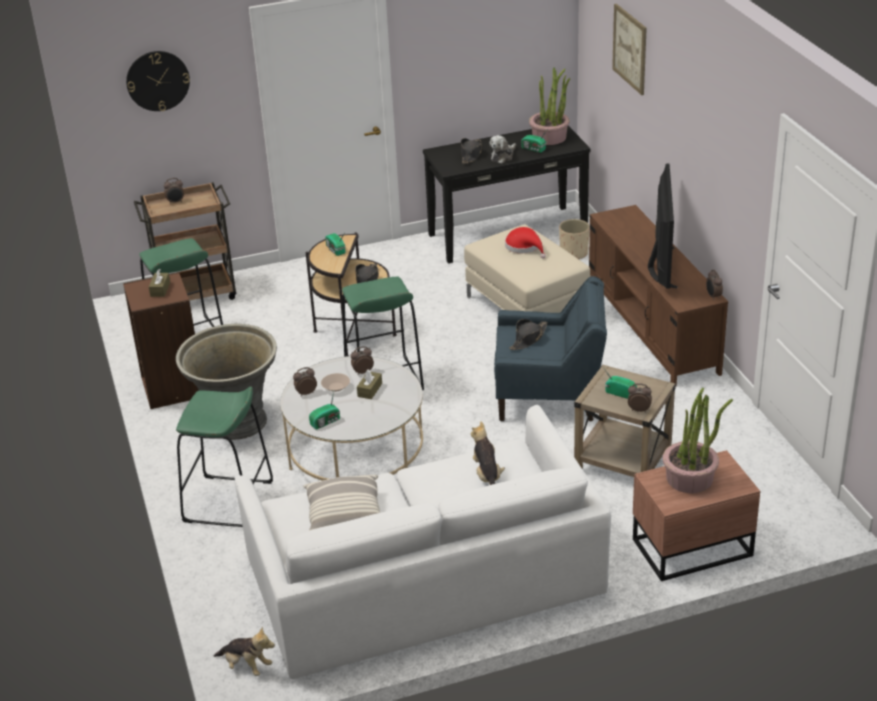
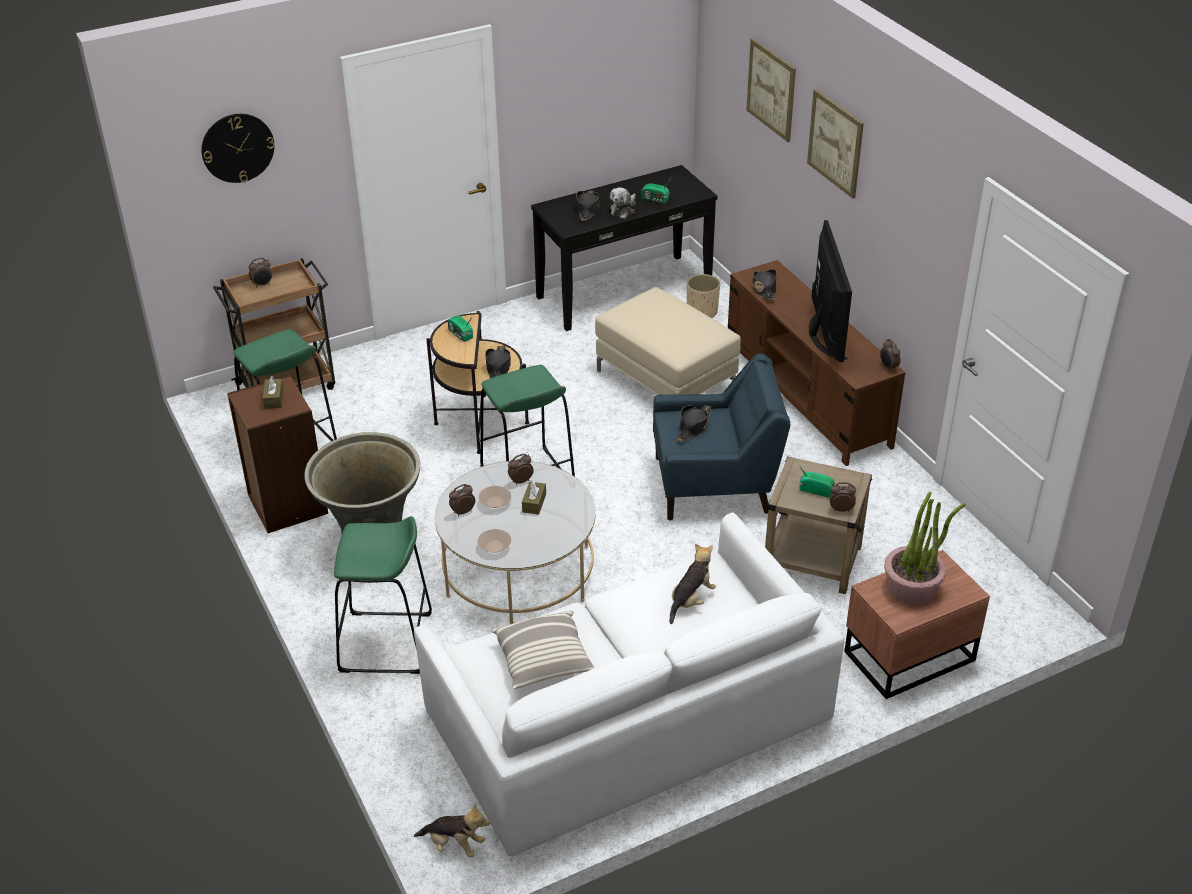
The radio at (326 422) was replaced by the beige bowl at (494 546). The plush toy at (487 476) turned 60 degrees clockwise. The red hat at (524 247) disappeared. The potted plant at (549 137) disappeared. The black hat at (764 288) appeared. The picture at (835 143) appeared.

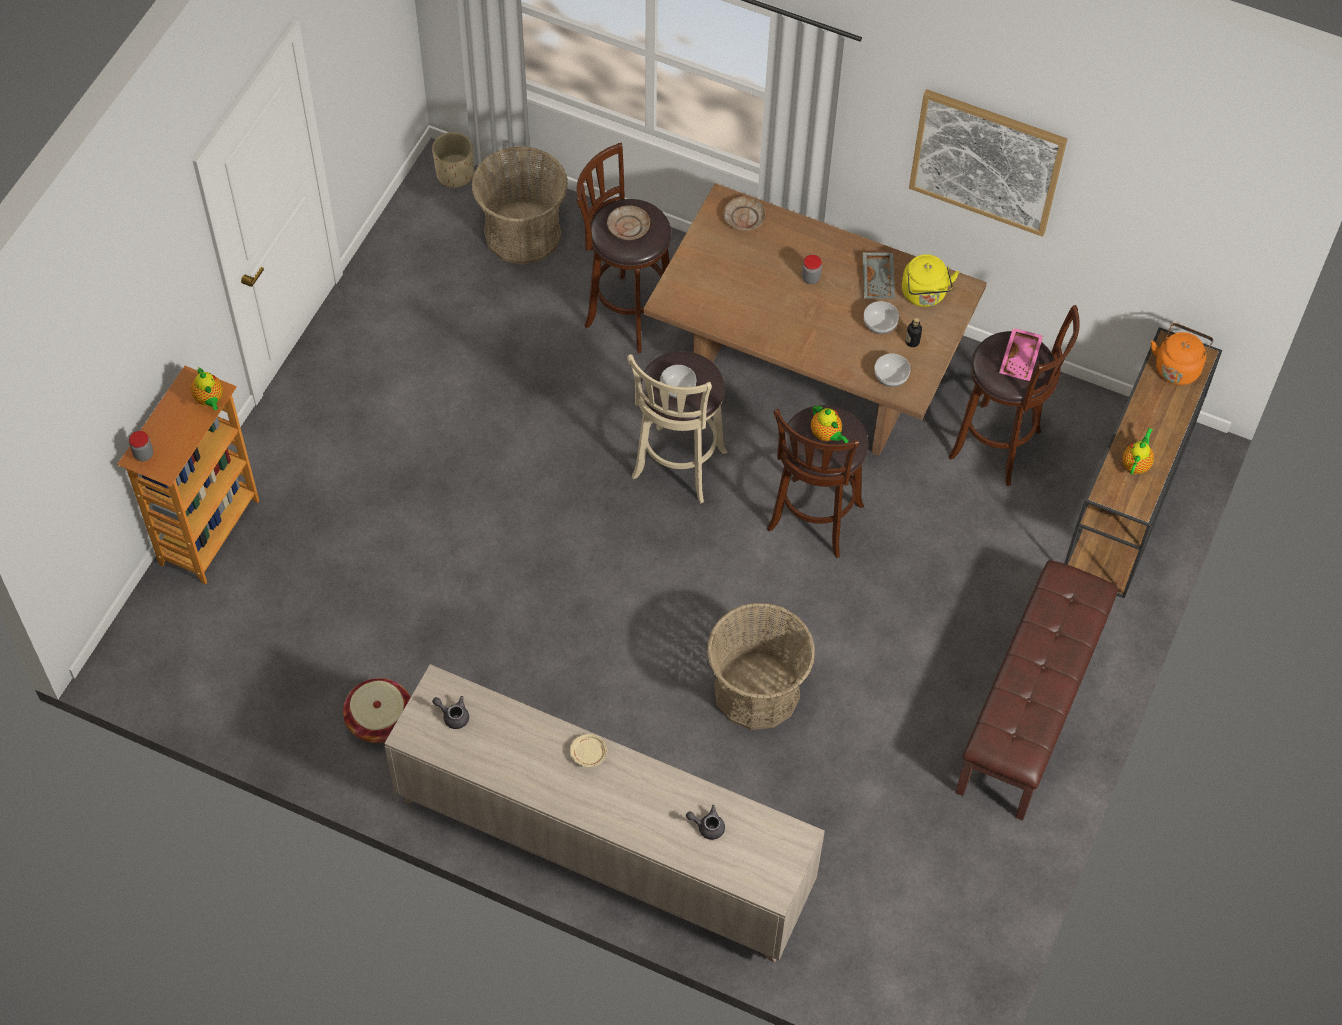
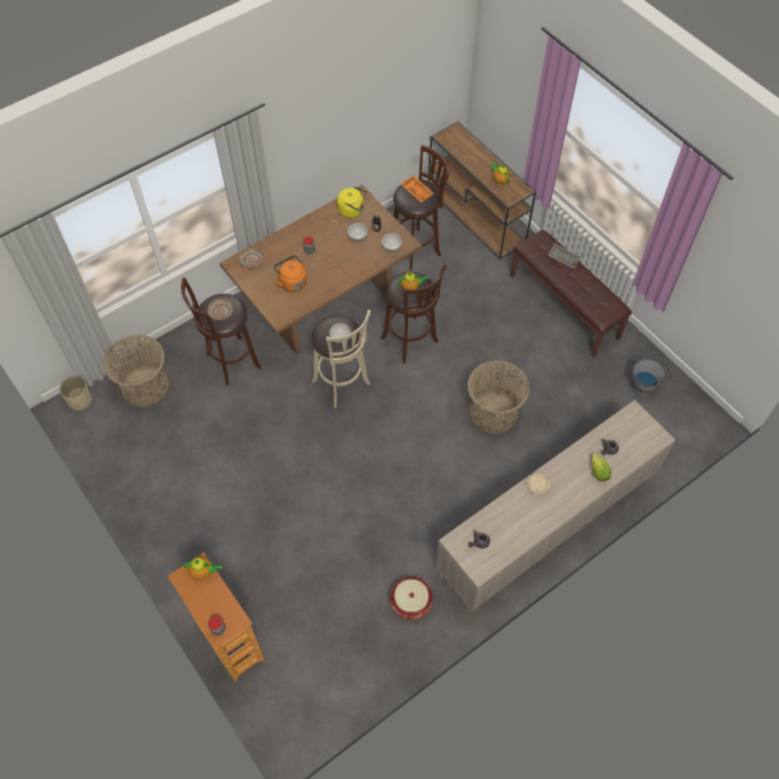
The grey tray moved from (879 280) to (563 258). The picture at (986 161) disappeared. The pink tray at (1021 359) became the orange tray at (417 191). The orange kettle moved from (1177 367) to (292 282). The lettuce at (598 472) appeared. The grey bucket at (645 383) appeared.

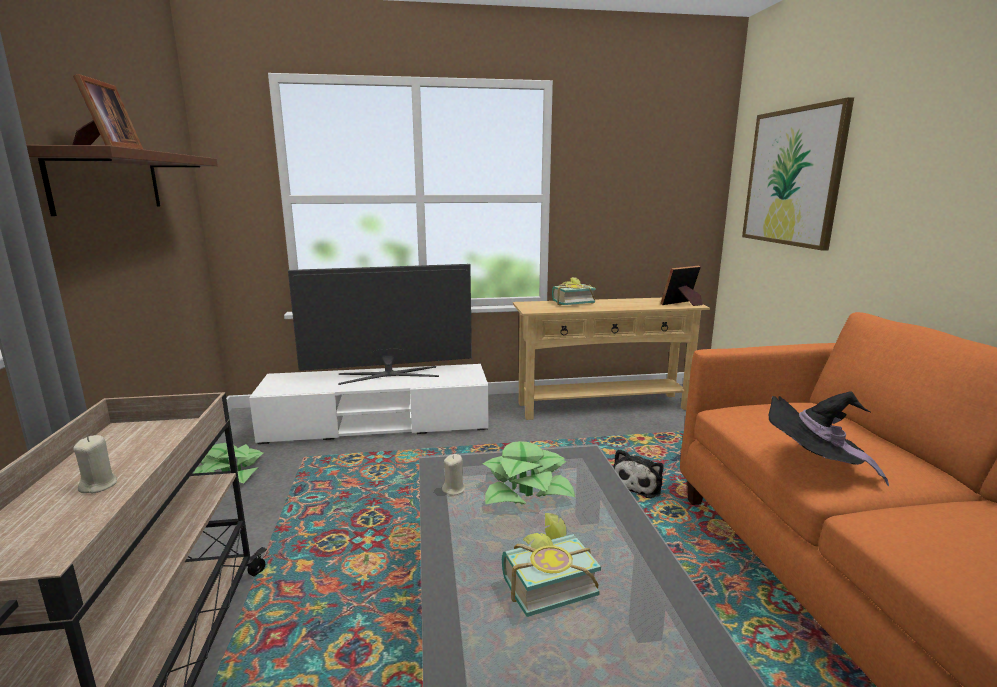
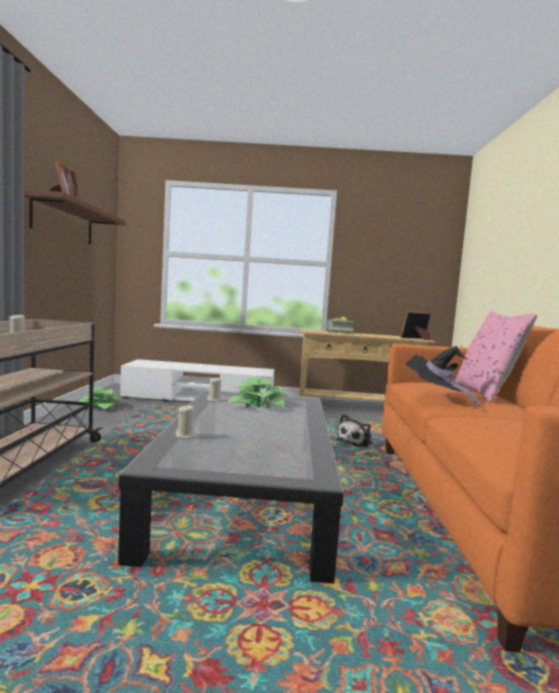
The television at (389 375) disappeared. The book at (545 582) disappeared. The picture at (792 177) disappeared. The beige candle at (185 436) appeared. The pink pillow at (485 392) appeared.

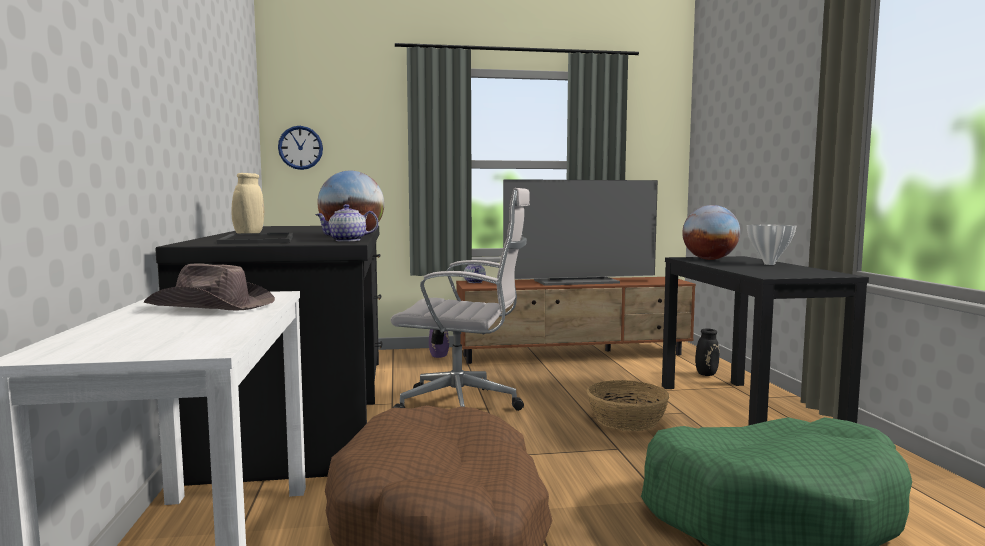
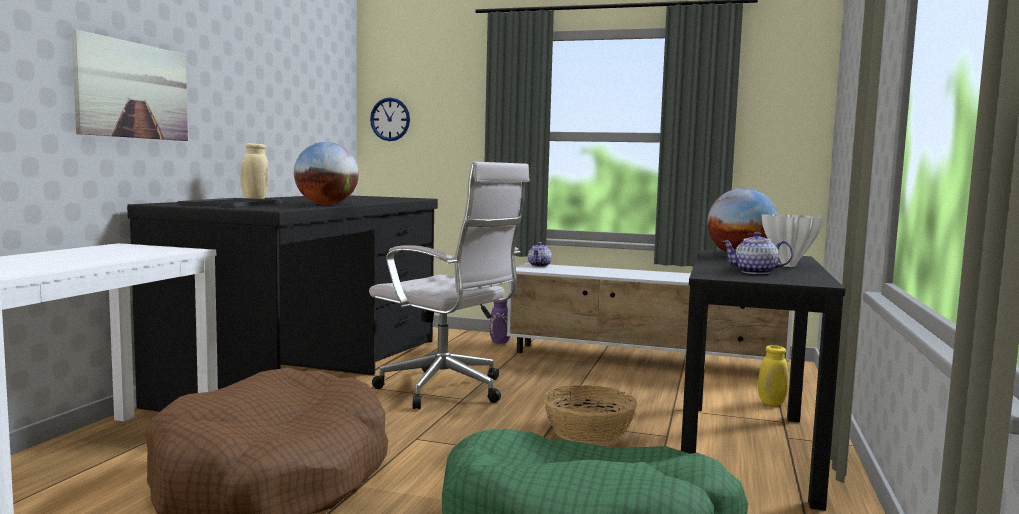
The brown hat at (212 306) disappeared. The teapot moved from (347 240) to (754 272). The brown tv stand at (574 355) became the white tv stand at (644 361). The television at (577 281) disappeared. The black vase at (706 374) became the yellow vase at (772 403). The picture at (133 90) appeared.

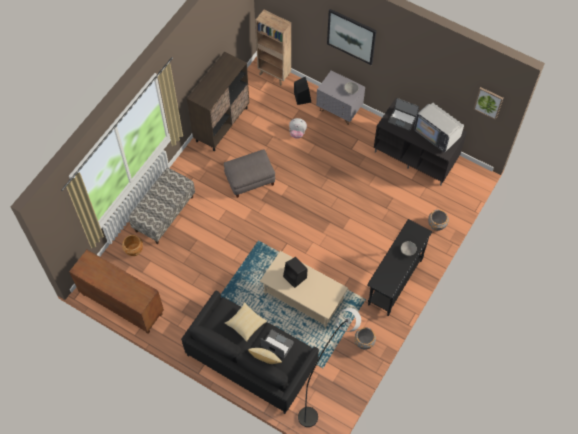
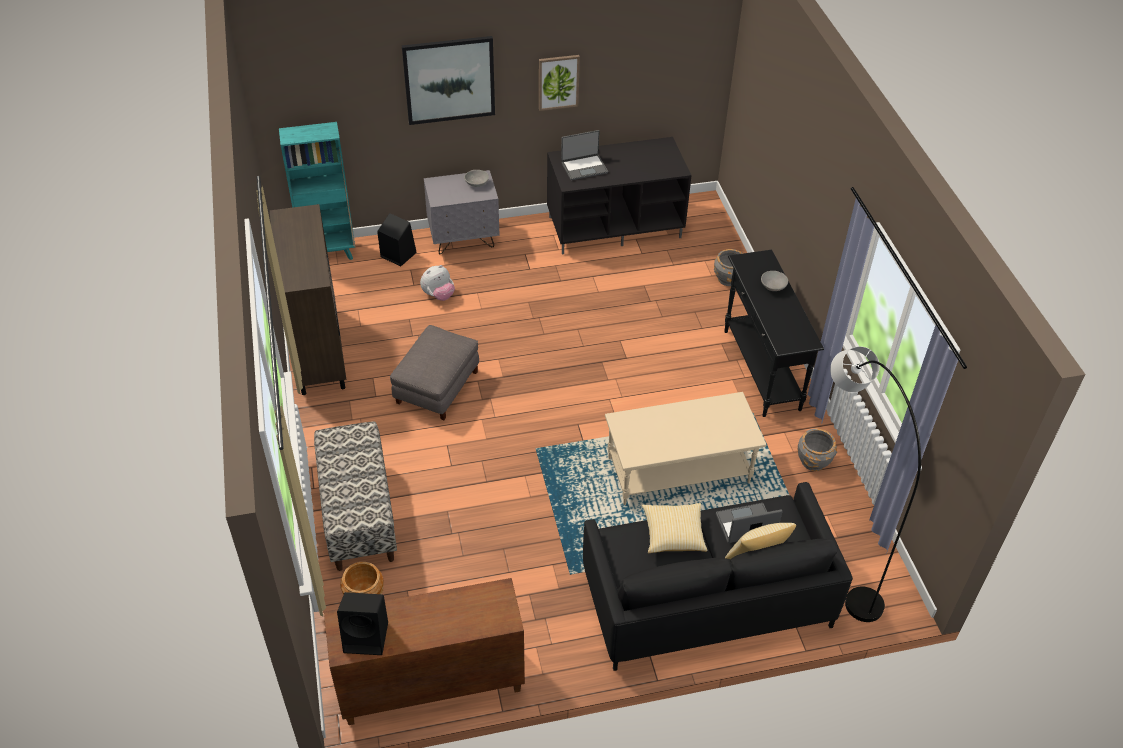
The brown bookcase at (274 75) became the turquoise bookcase at (329 253). The black speaker moved from (295 277) to (367 637). The television at (436 134) disappeared. The picture moved from (488 102) to (558 82).

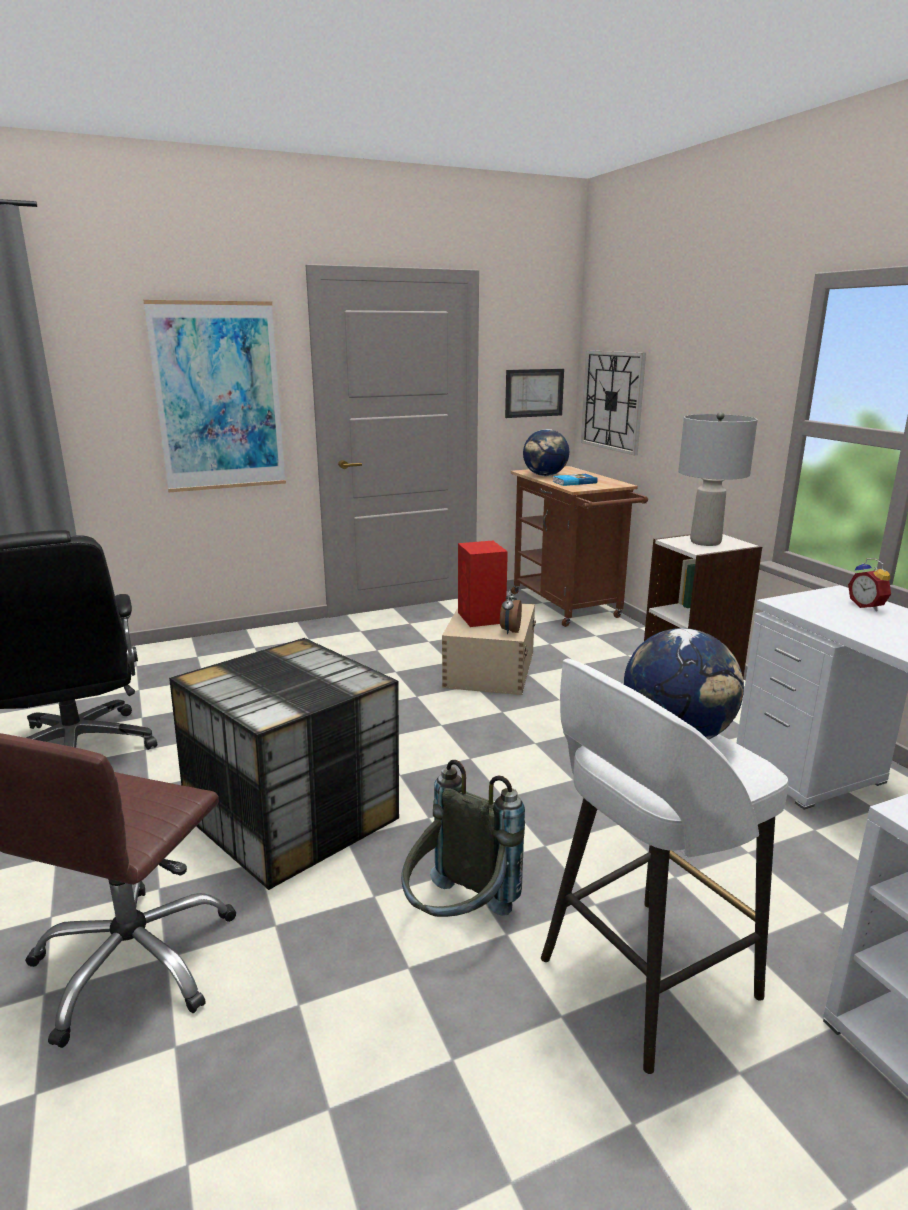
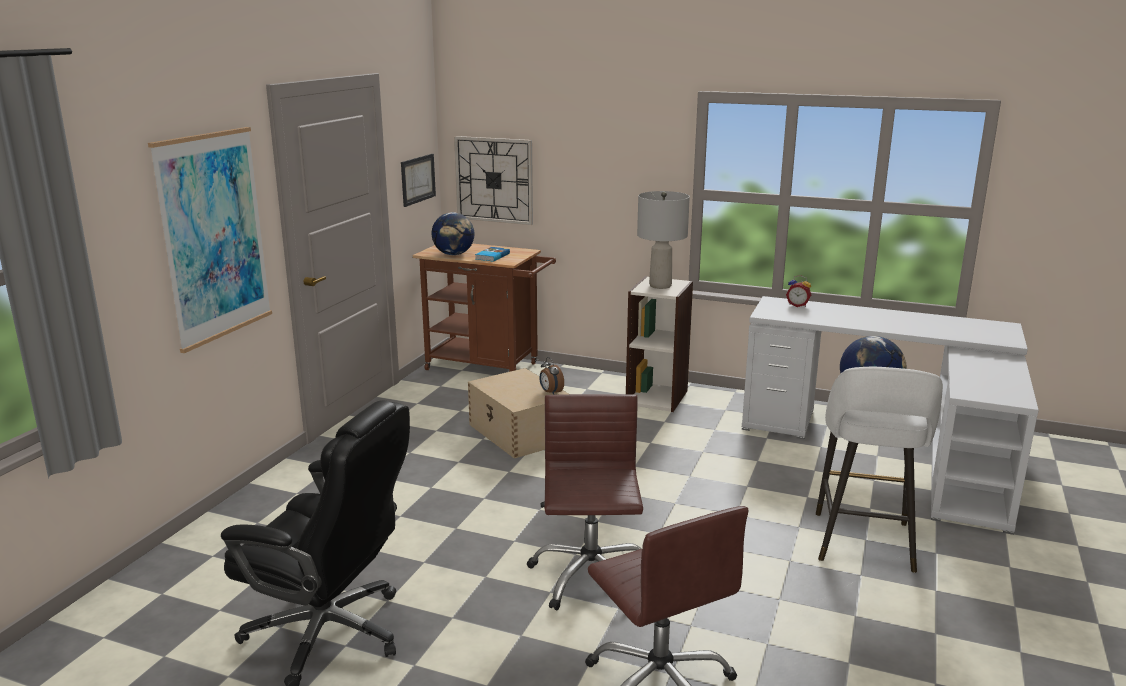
The storage box at (295 819) was replaced by the brown office chair at (590 576). The grey backpack at (457 918) disappeared. The red speaker at (481 618) disappeared.

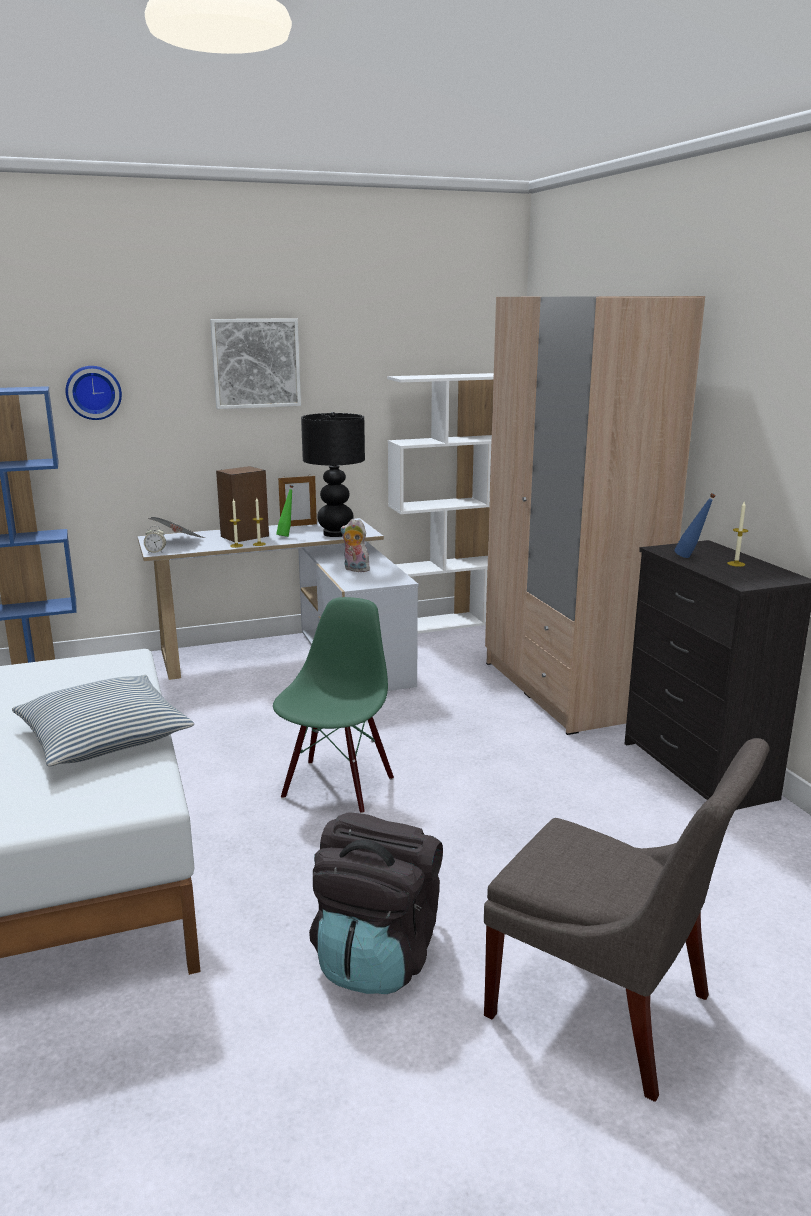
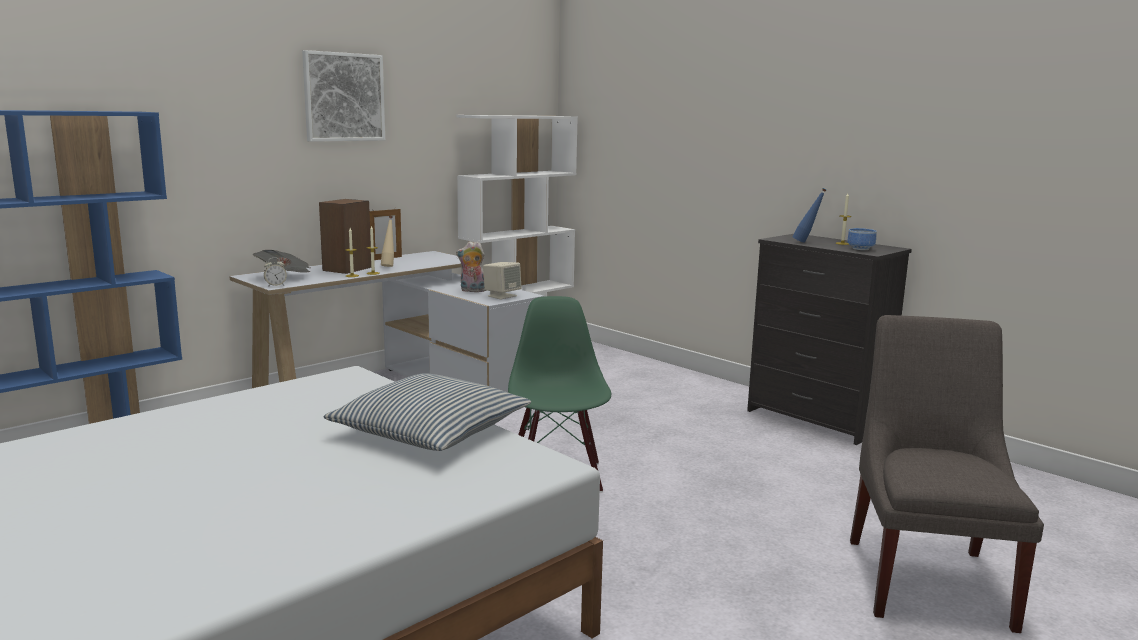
The wall clock at (93 392) disappeared. The green bottle at (286 536) became the beige bottle at (389 266). The black table lamp at (335 533) disappeared. The black backpack at (377 956) disappeared. The grey chair at (607 1011) turned 90 degrees counterclockwise. The beige wardrobe at (566 689) disappeared. The beige speaker at (502 296) appeared. The bowl at (862 249) appeared.

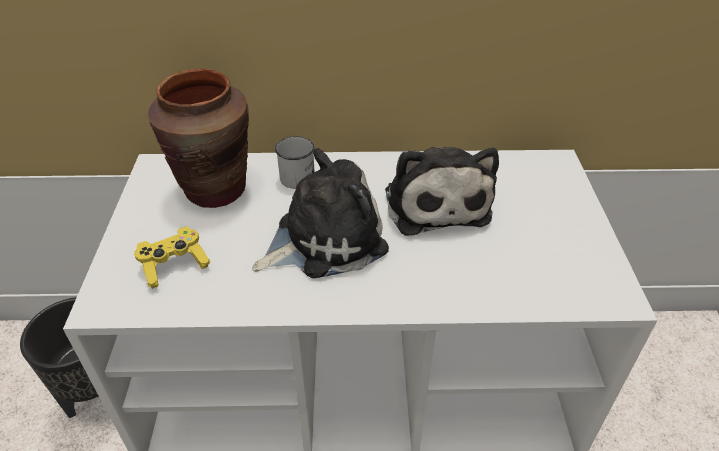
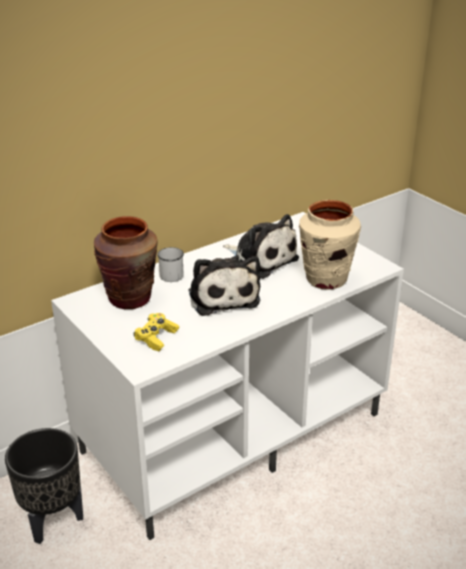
The plush toy at (324 239) turned 135 degrees clockwise. The beige vase at (325 279) appeared.

